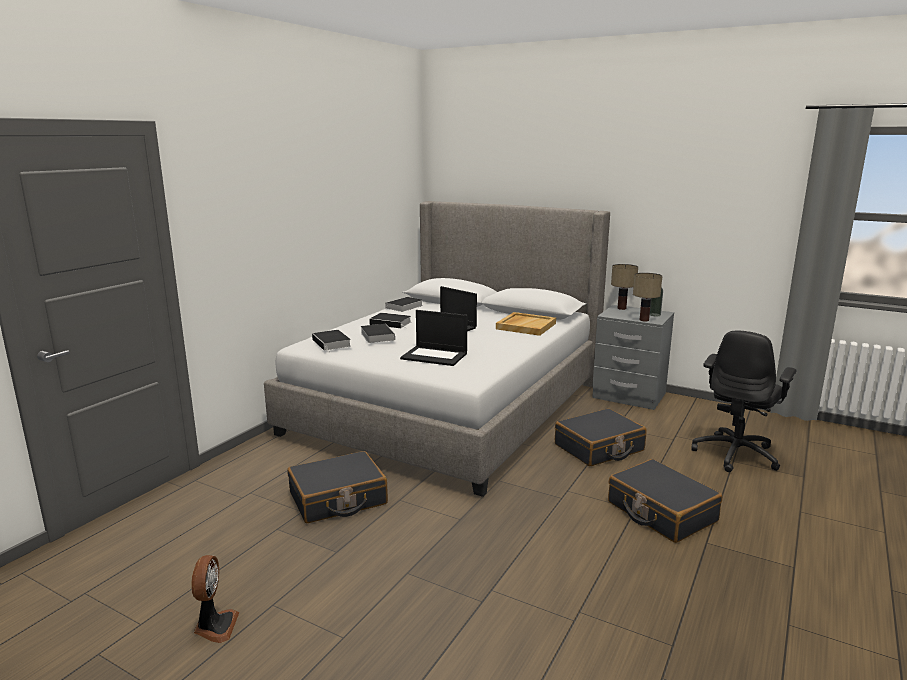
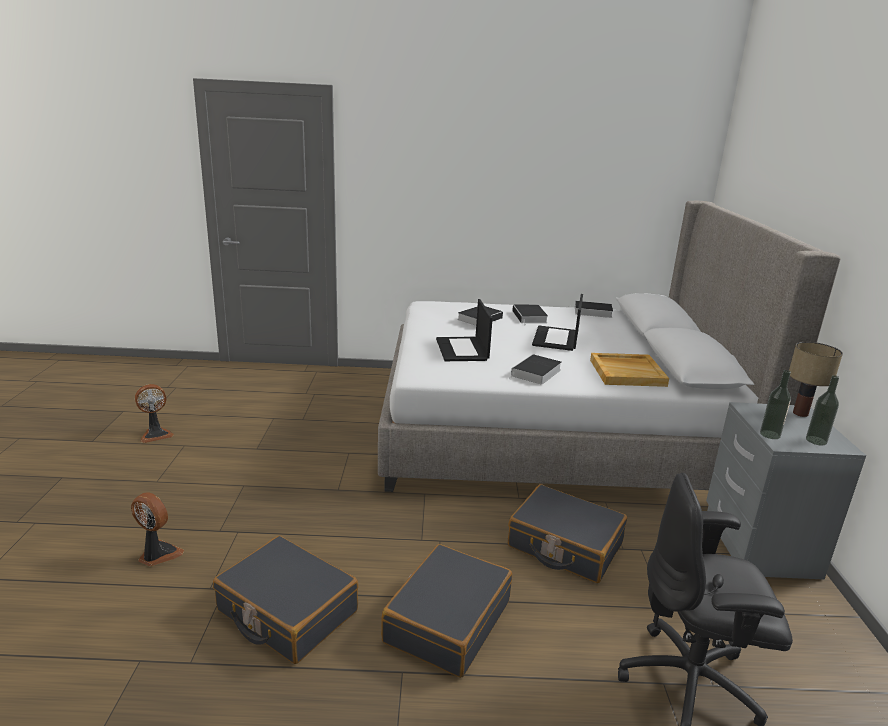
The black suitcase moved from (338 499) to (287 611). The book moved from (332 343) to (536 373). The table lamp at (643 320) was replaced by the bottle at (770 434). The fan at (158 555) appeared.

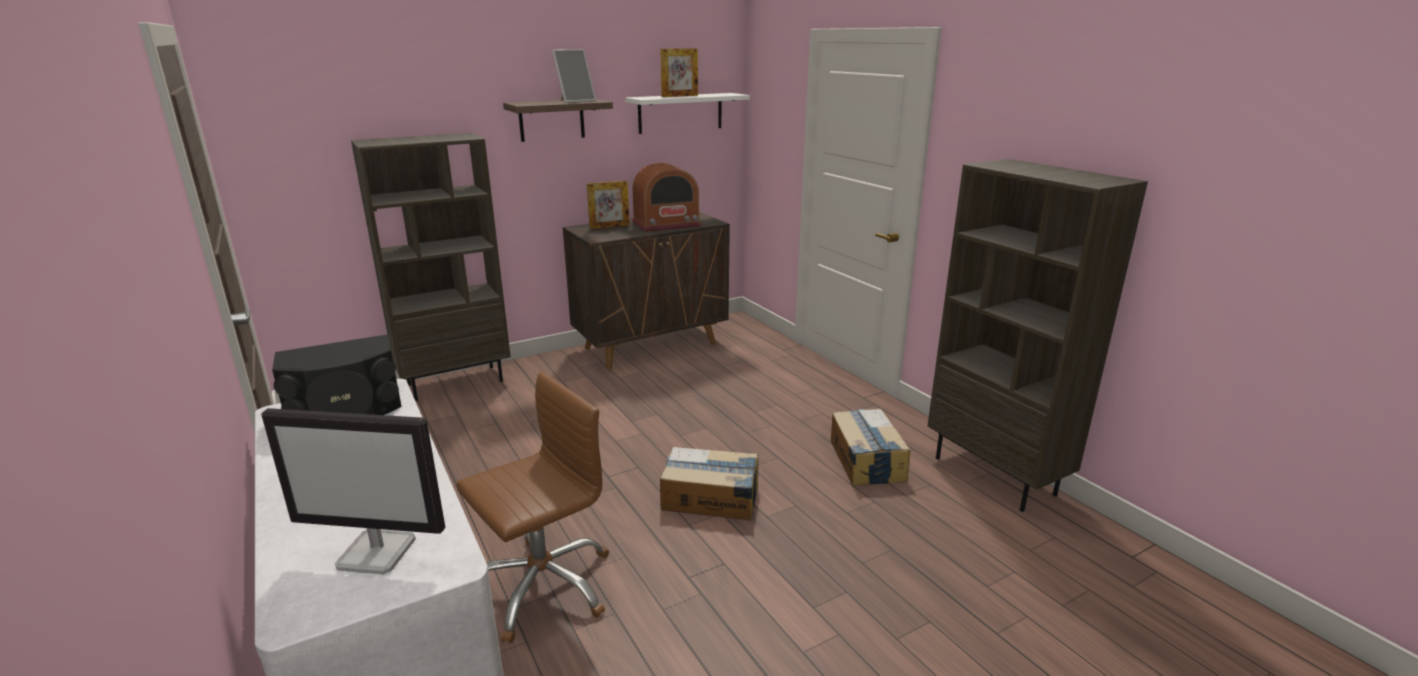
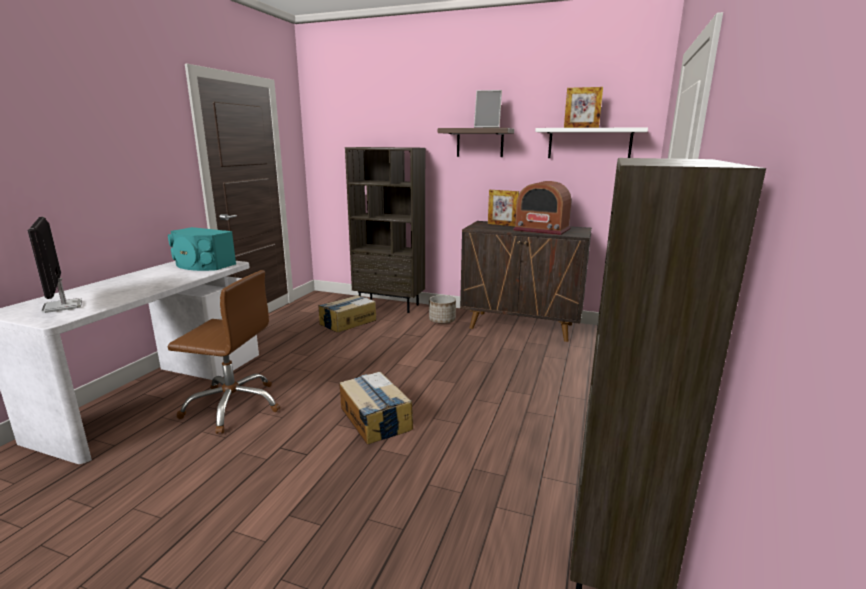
The black speaker at (346 411) became the turquoise speaker at (202 265). The cardboard box moved from (866 460) to (347 322). The planter at (442 320) appeared.

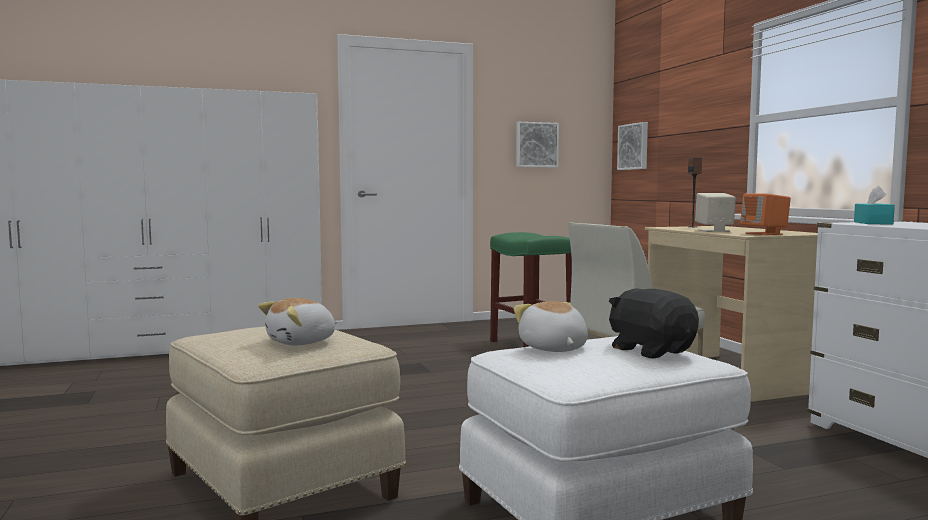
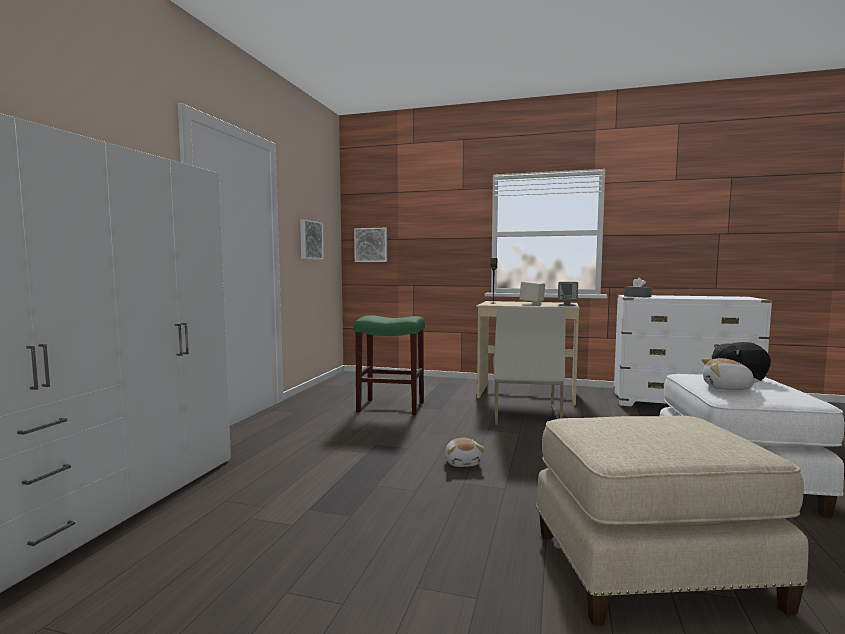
The plush toy moved from (302 342) to (463 462). The orange speaker at (764 234) became the grey speaker at (567 305). The turquoise tissue box at (872 223) became the grey tissue box at (637 296).

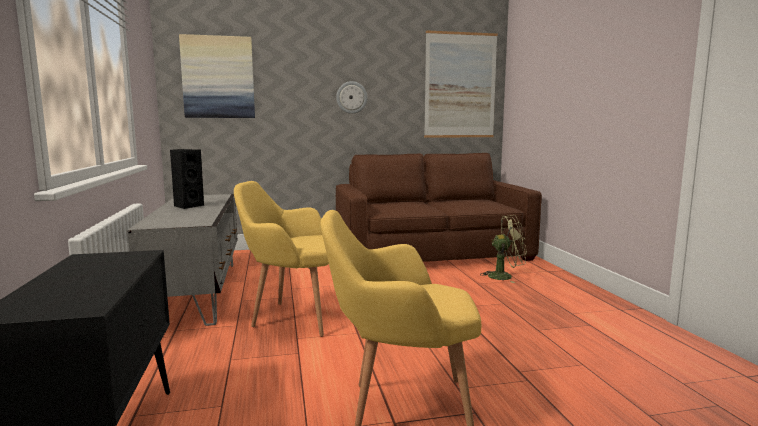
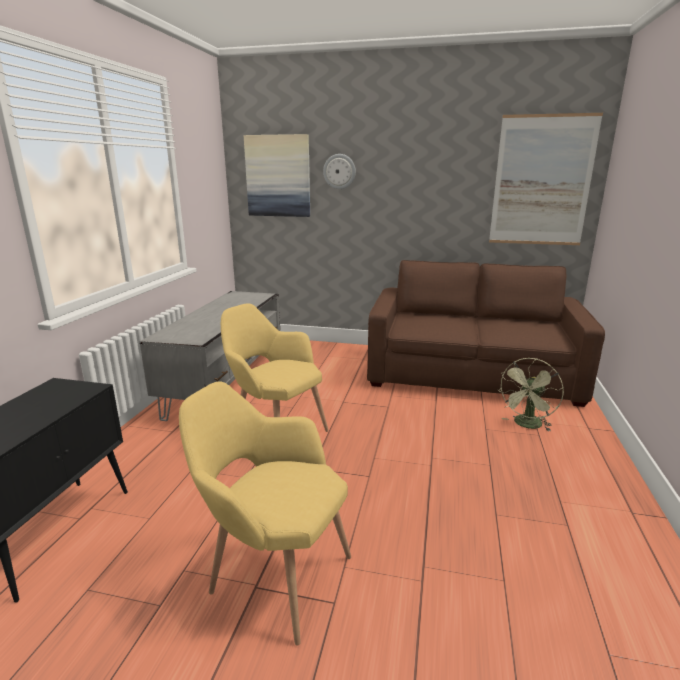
The black speaker at (188 206) disappeared. The wall clock moved from (351 97) to (339 171). The green fan at (505 276) turned 105 degrees clockwise.

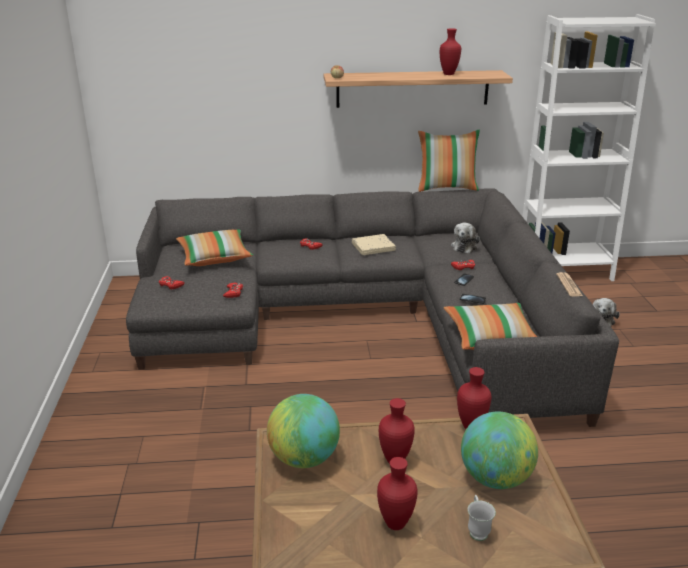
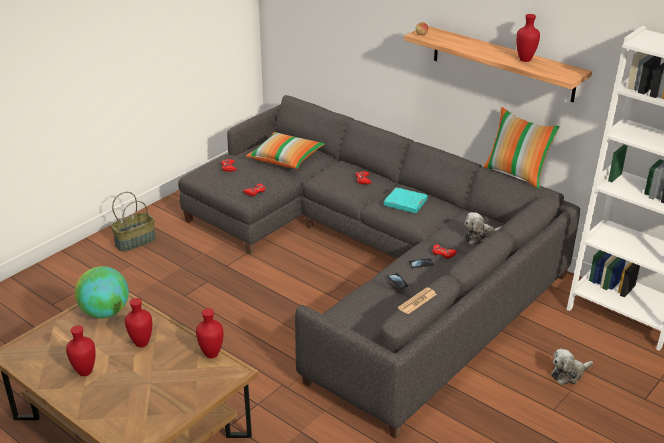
The beige book at (373 247) became the turquoise book at (405 203). The pillow at (491 338) disappeared. The globe at (495 478) disappeared. The white mug at (477 530) disappeared. The basket at (135 241) appeared.

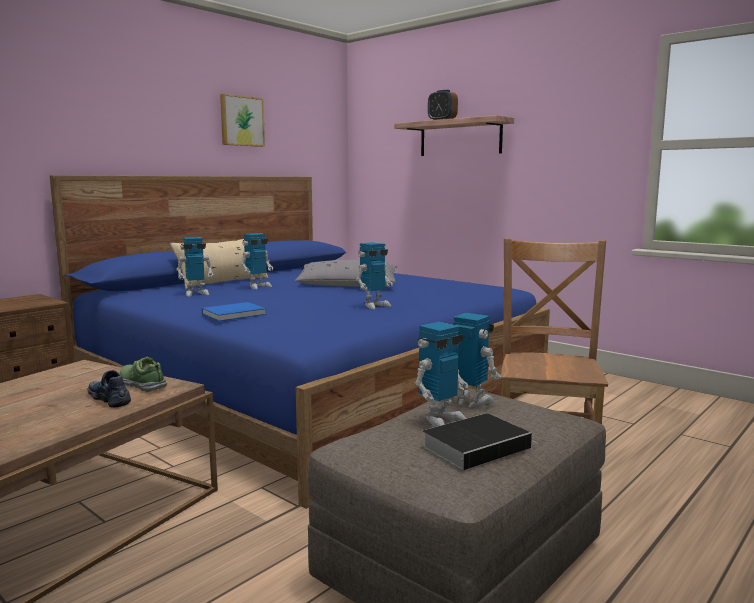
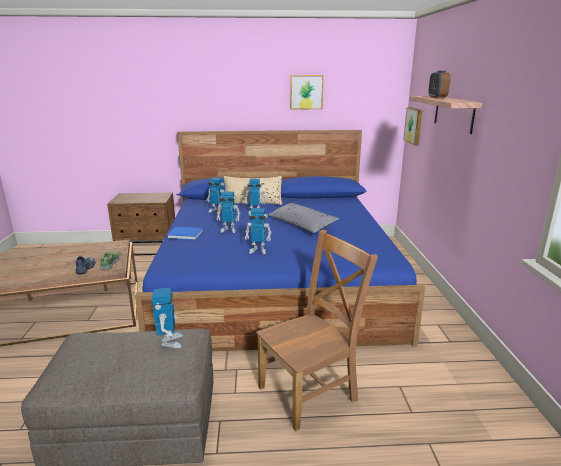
The toy robot moved from (440 420) to (228 230). The book at (478 446) disappeared. The picture at (414 125) appeared.

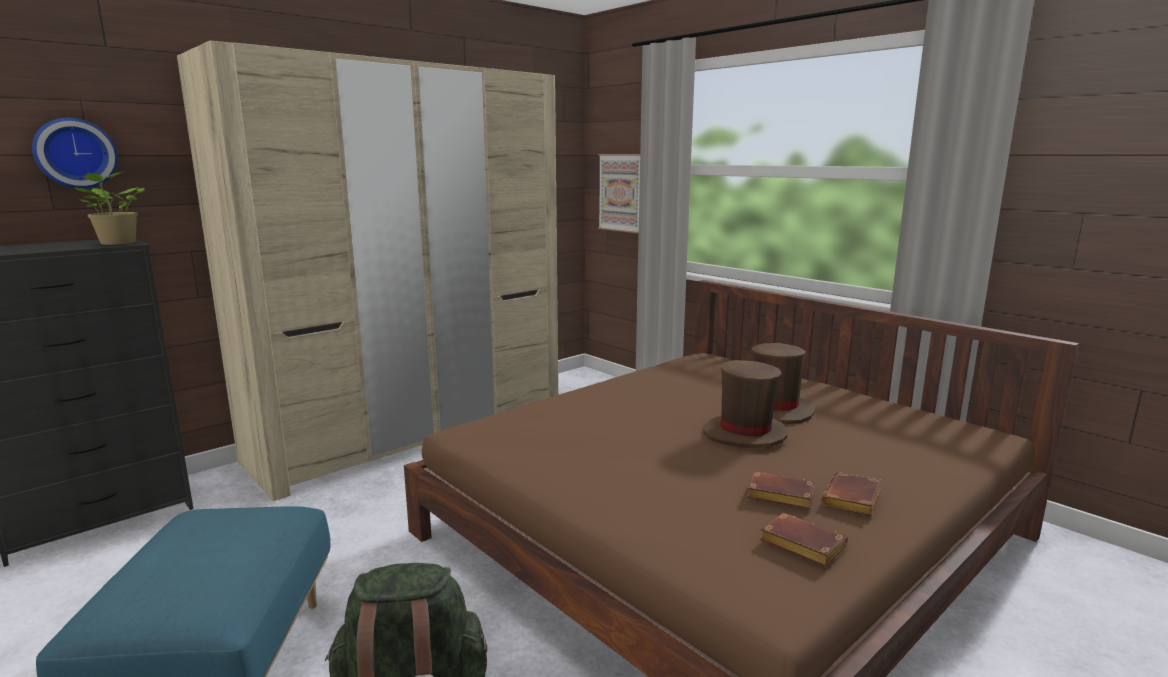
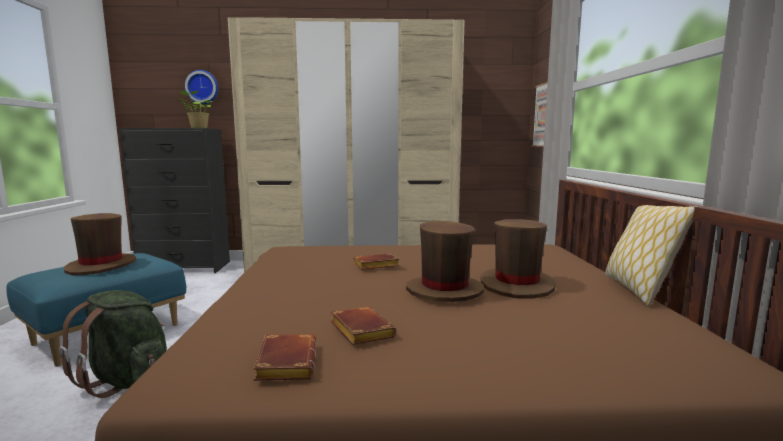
The brown book moved from (853 501) to (375 266). The brown hat at (101 266) appeared. The pillow at (639 290) appeared.

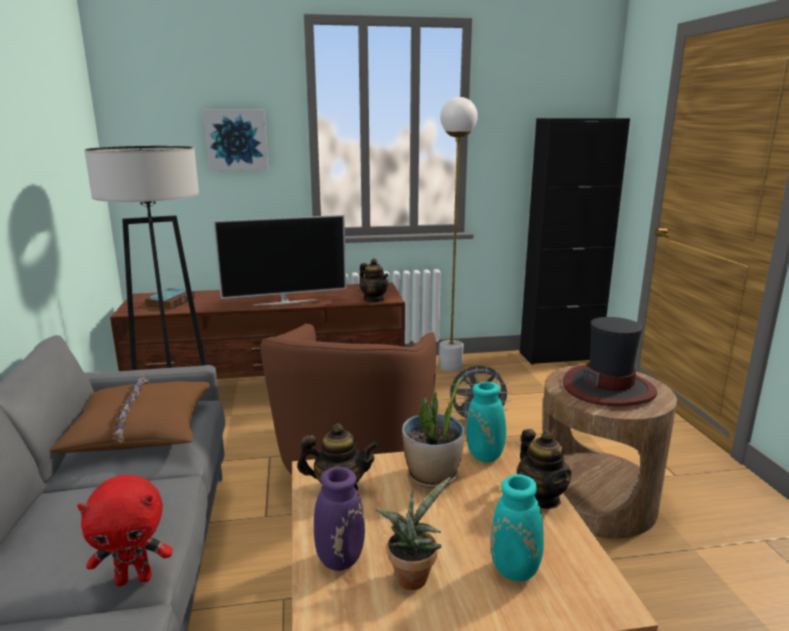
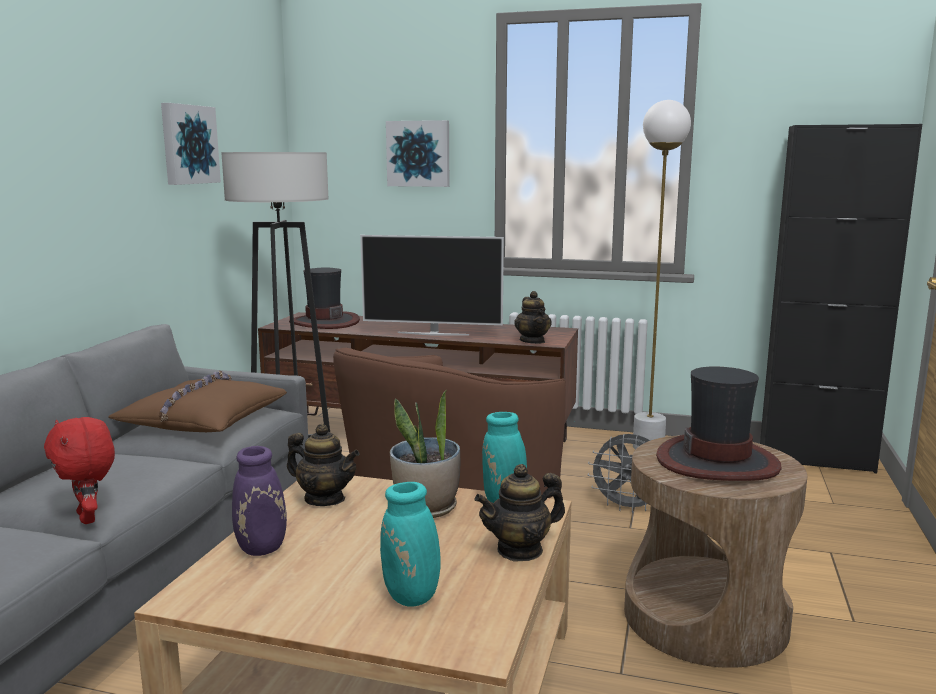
The red plush toy at (134 579) turned 45 degrees clockwise. The book at (170 302) was replaced by the hat at (324 322). The potted plant at (413 575) disappeared. The teapot at (541 498) turned 60 degrees clockwise. The picture at (188 144) appeared.

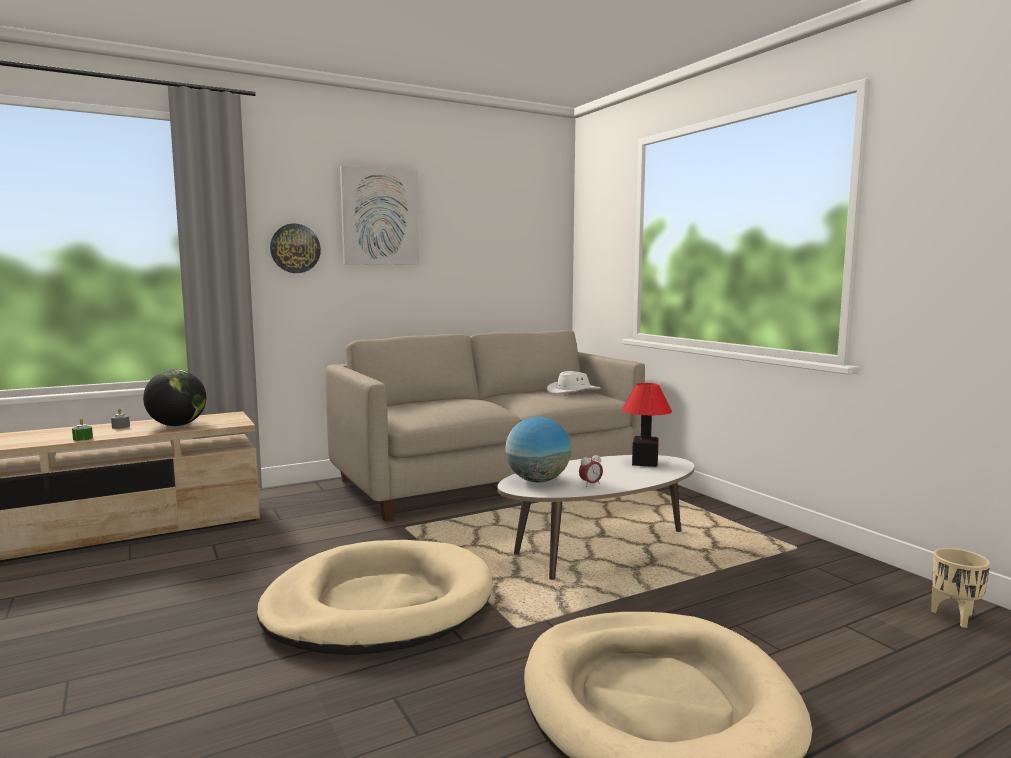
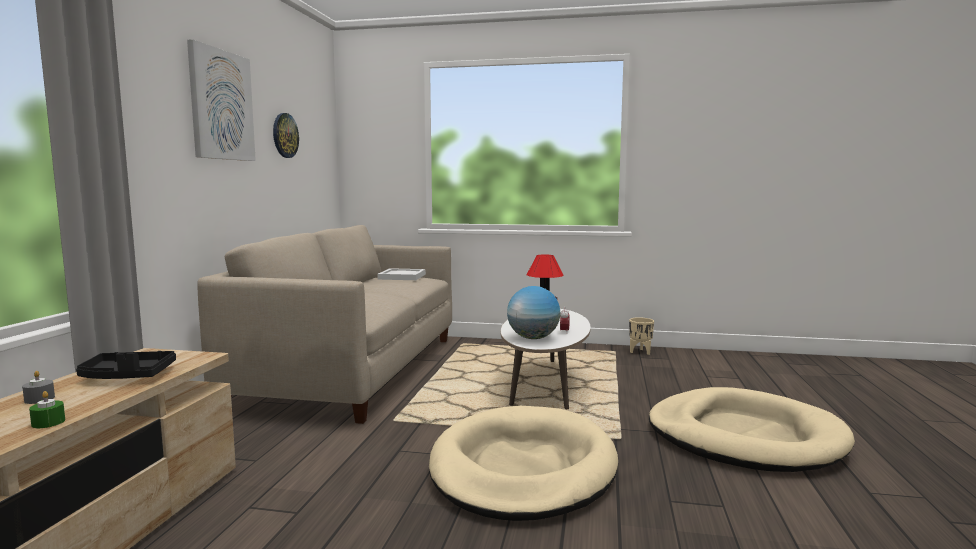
The globe at (177 425) was replaced by the black tray at (127 376). The wall clock moved from (295 248) to (285 135). The white hat at (573 391) was replaced by the white tray at (401 277). The beige planter moved from (956 617) to (640 352).

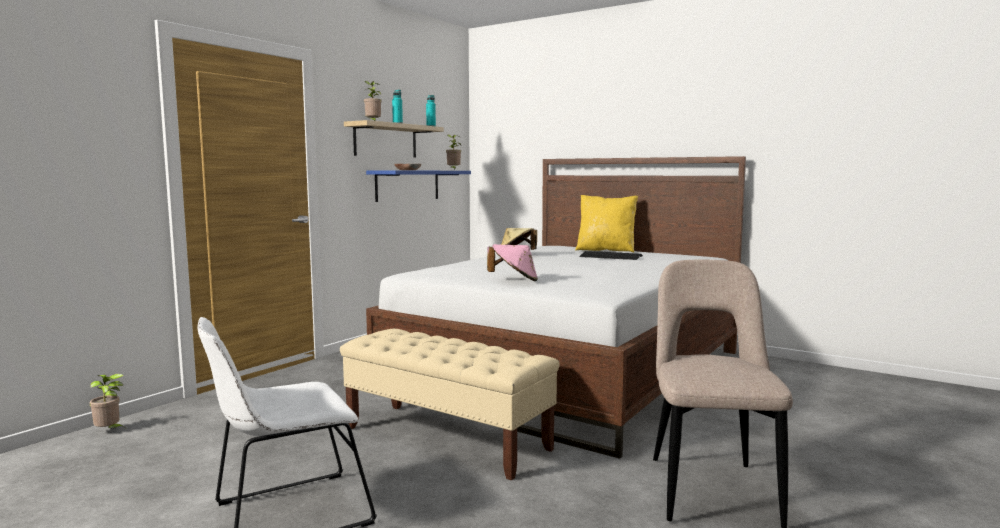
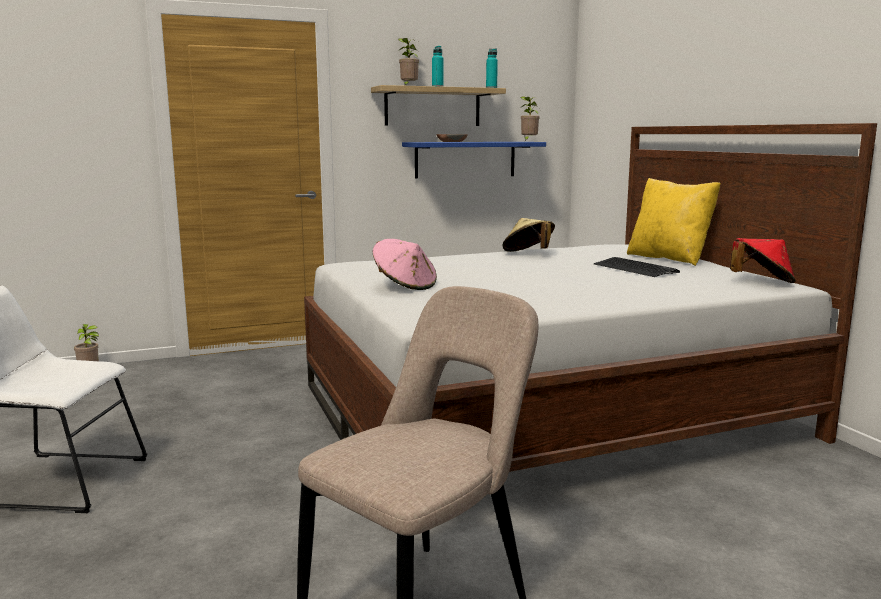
The beige bench at (447 438) disappeared. The red hat at (762 282) appeared.

